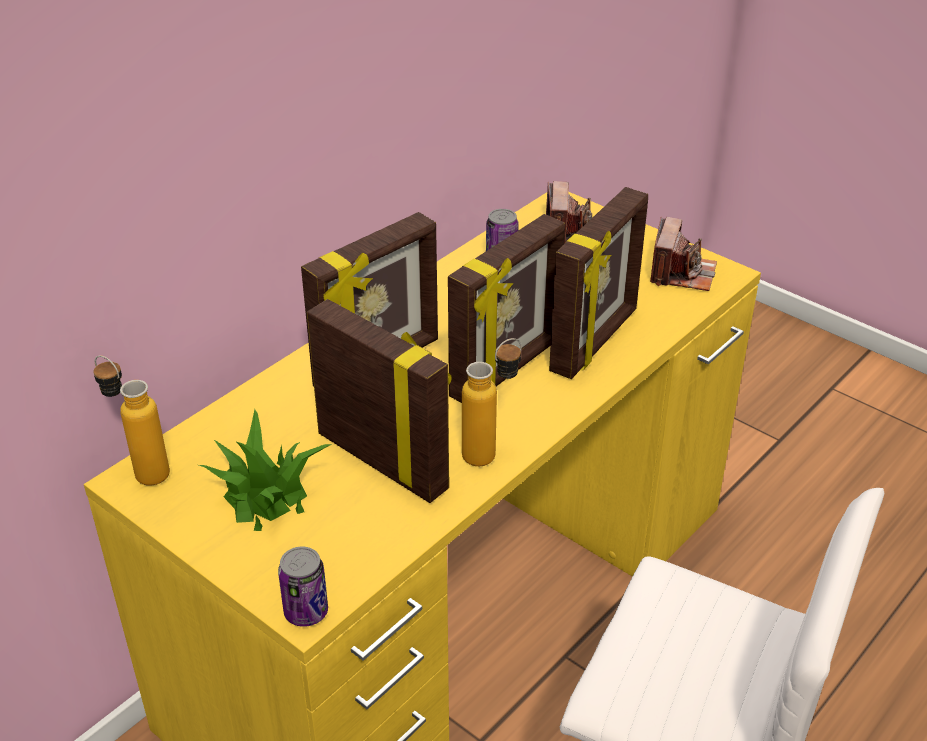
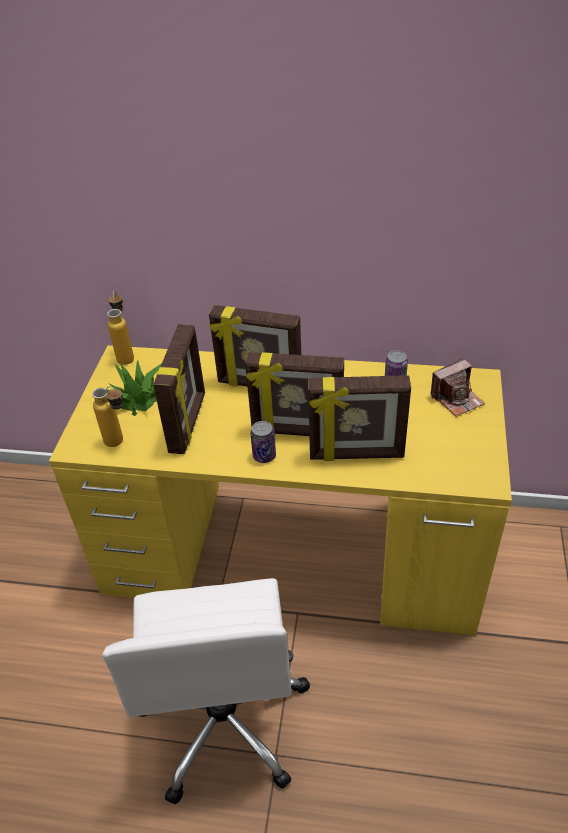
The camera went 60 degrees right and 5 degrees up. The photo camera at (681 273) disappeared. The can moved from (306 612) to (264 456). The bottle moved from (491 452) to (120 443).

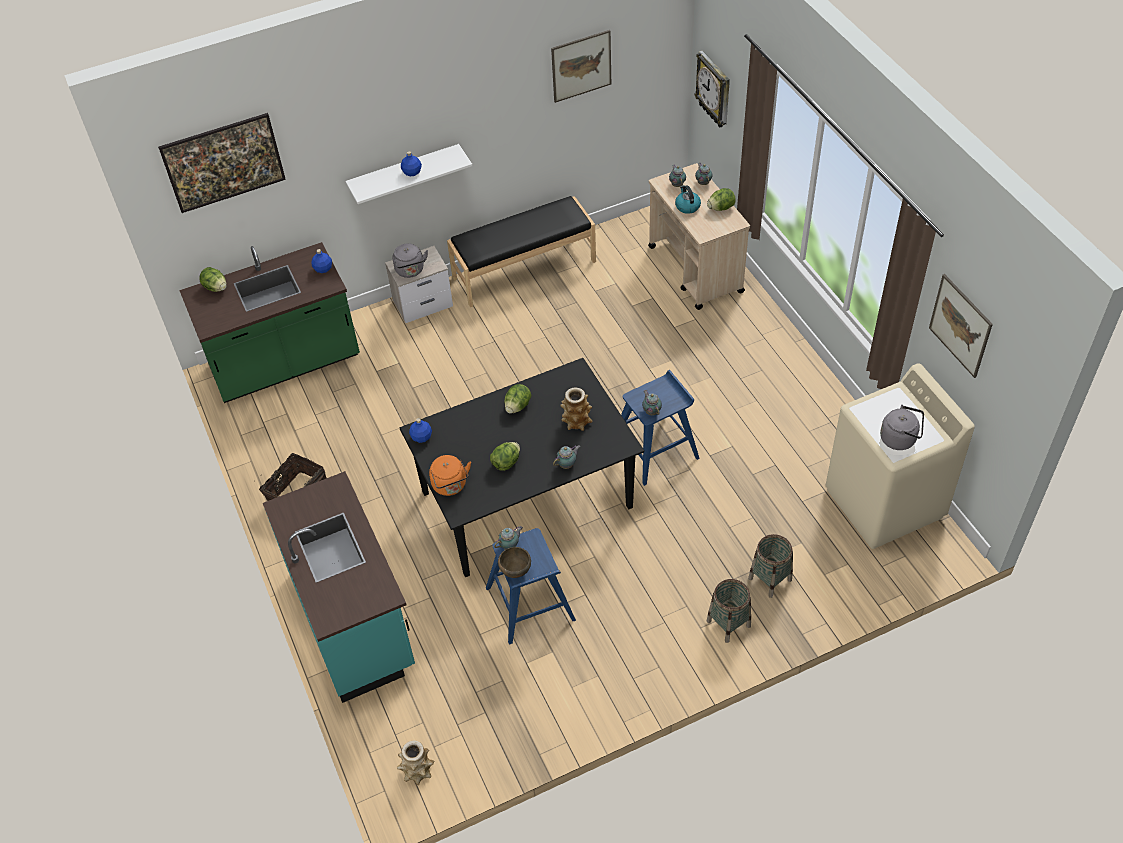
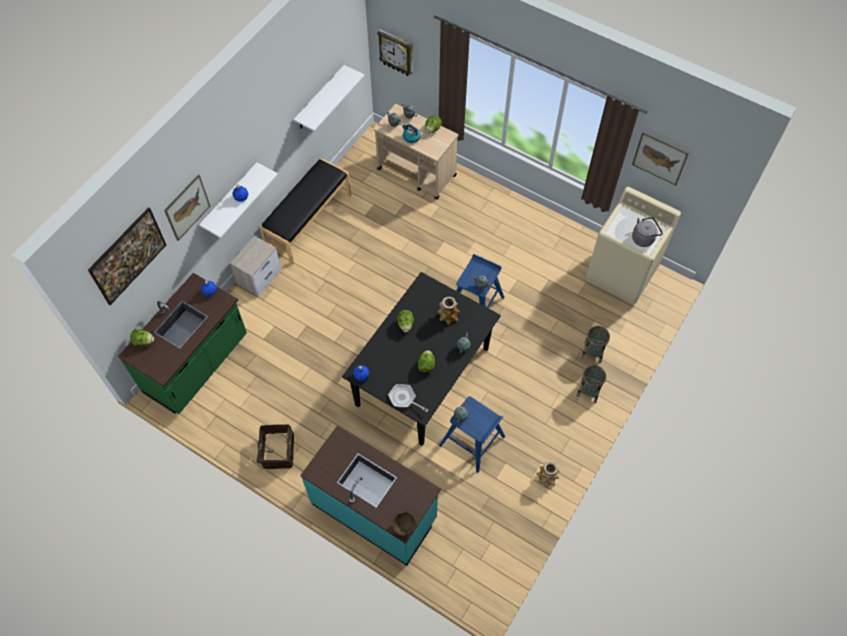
The camera went 35 degrees left and 10 degrees up. The grey kettle at (410 271) disappeared. The white shelf at (320 98) appeared. The vase moved from (417 770) to (546 478). The brown bowl moved from (515 571) to (404 528). The picture moved from (581 66) to (187 207). The orange kettle at (450 486) was replaced by the frying pan at (404 398).

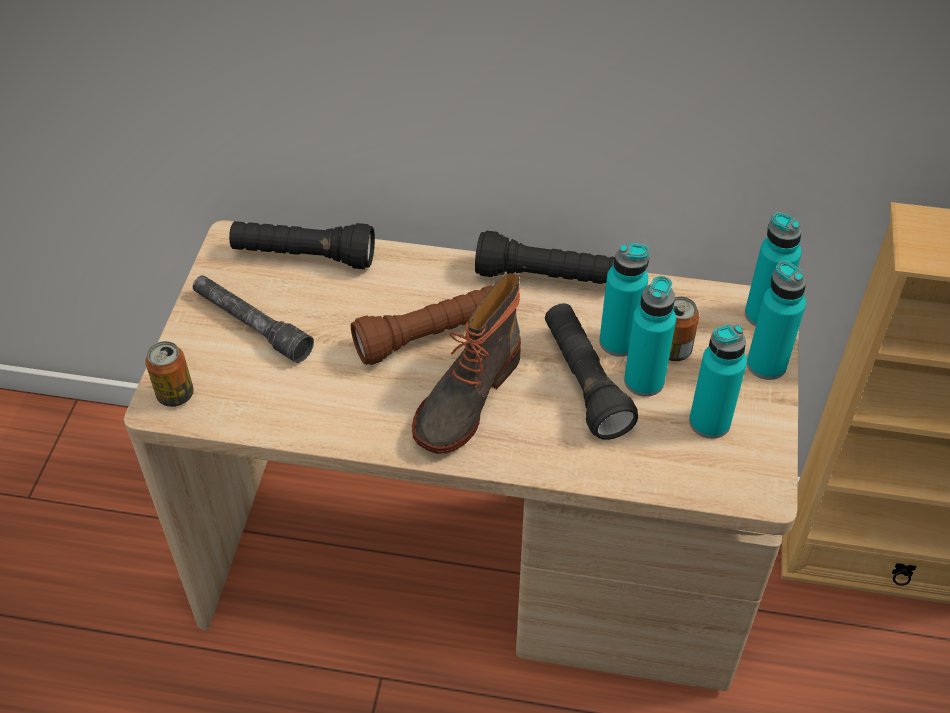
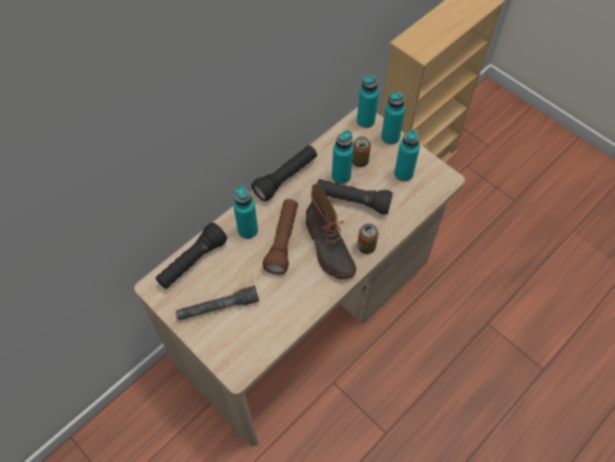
The camera went 55 degrees left and 10 degrees up. The can moved from (175 395) to (366 247). The turquoise bottle moved from (644 381) to (248 230).

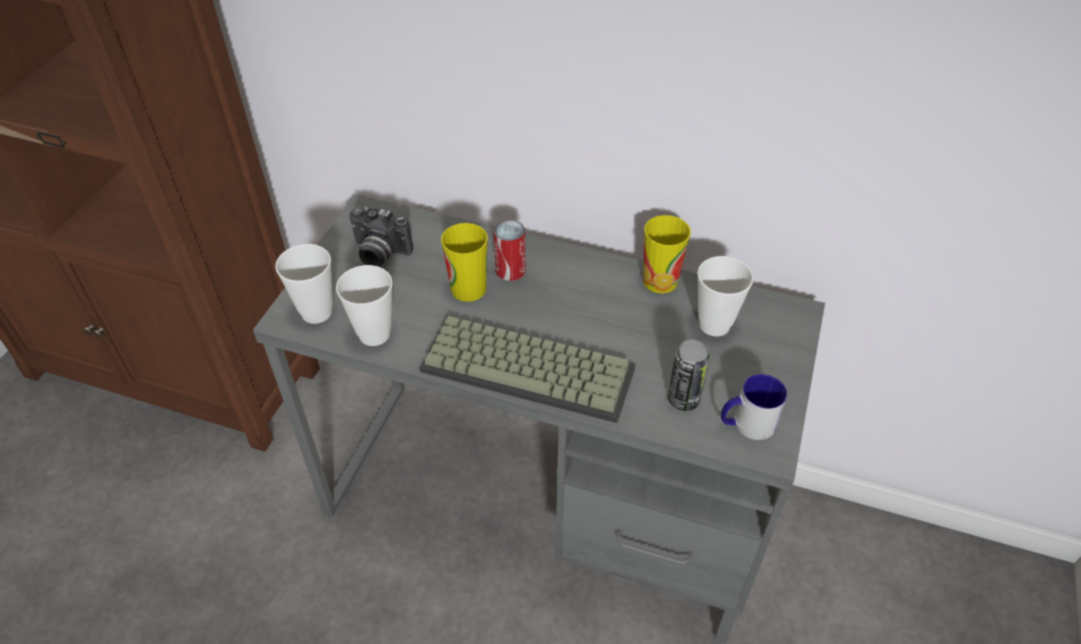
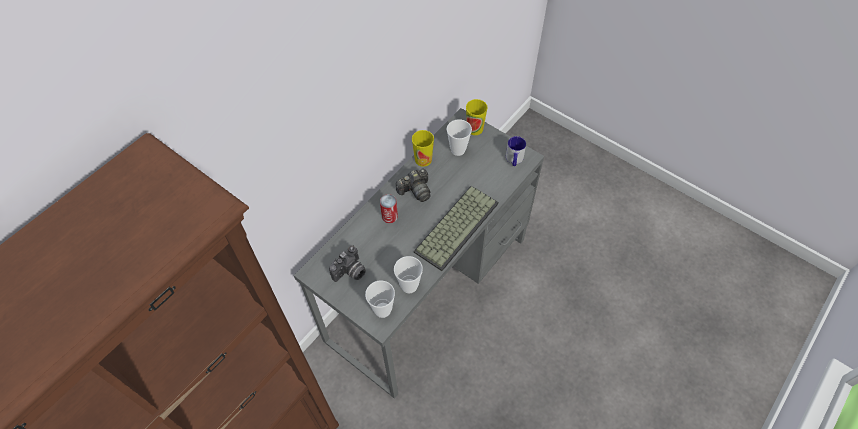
The camera went 70 degrees left and 10 degrees up. The can at (683 399) disappeared. The photo camera at (415 190) appeared. The cup moved from (468 289) to (475 129).

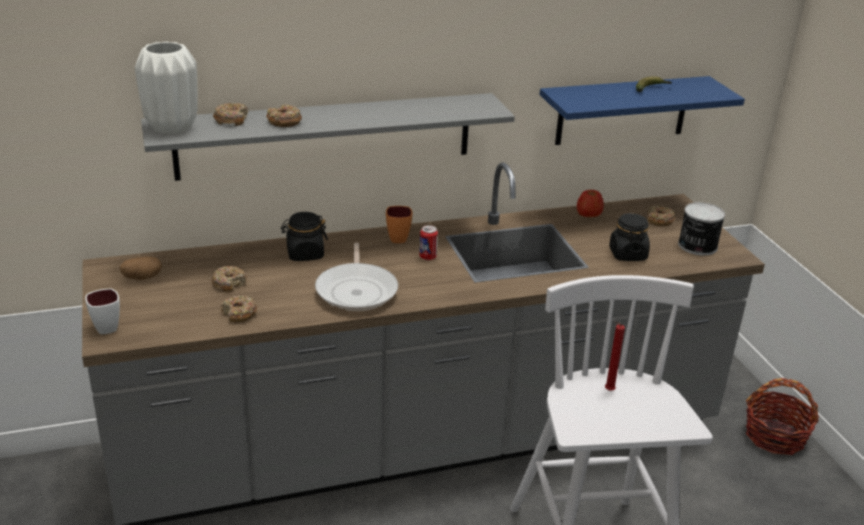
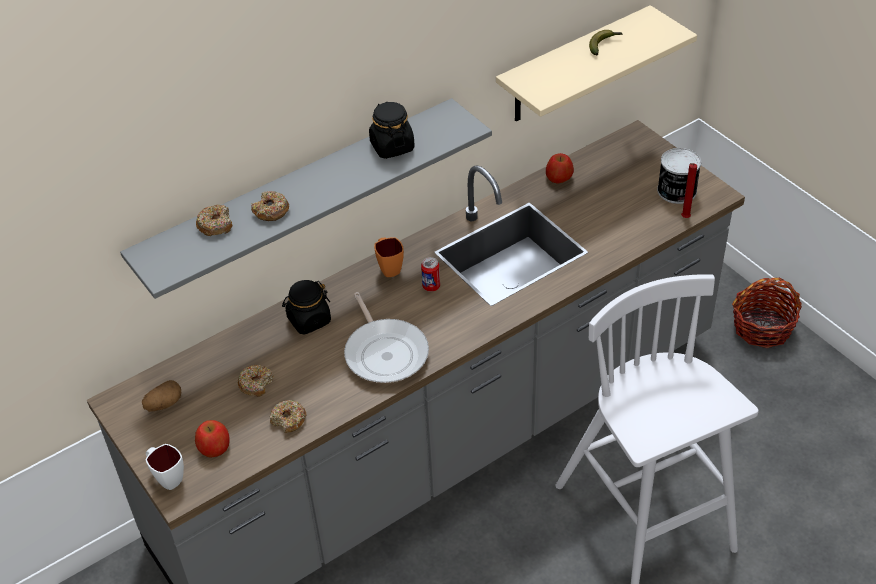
The camera went 15 degrees left and 15 degrees up. The white vase at (172 128) disappeared. The donut at (659 220) disappeared. The apple at (214 447) appeared. The red candle moved from (608 391) to (684 218). The black jar moved from (627 254) to (392 146). The blue shelf at (622 110) became the beige shelf at (573 66).

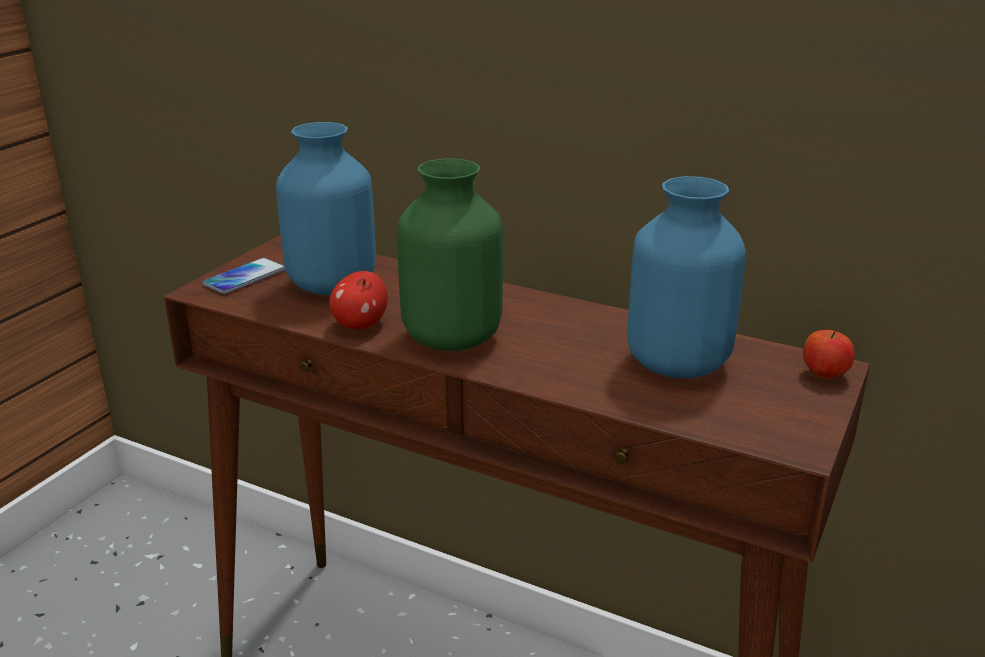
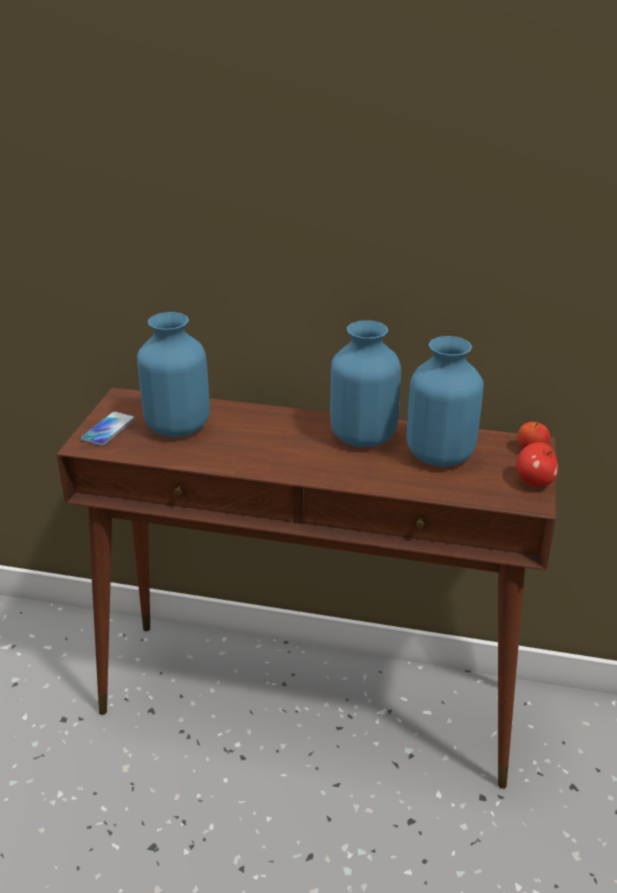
The camera went 15 degrees left and 5 degrees up. The green vase at (450 337) disappeared. The blue vase at (363 436) appeared. The apple moved from (360 325) to (535 482).

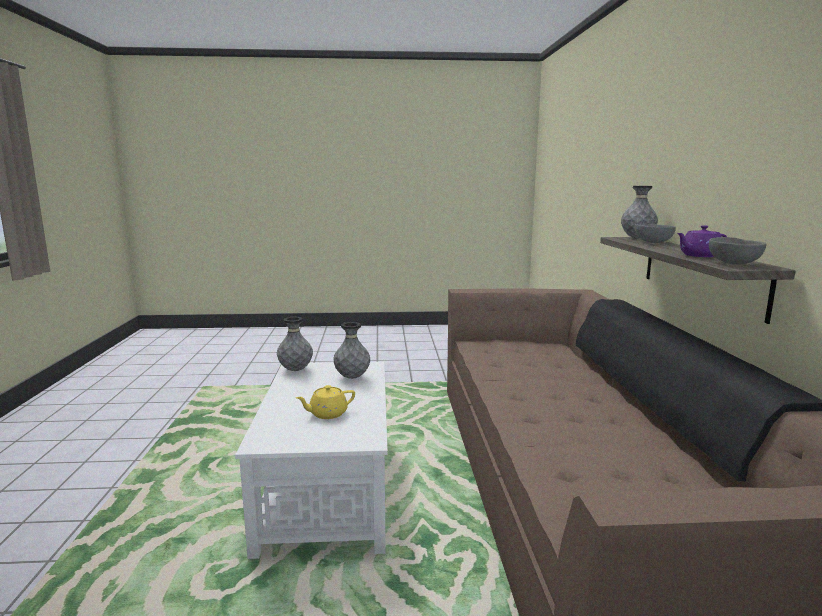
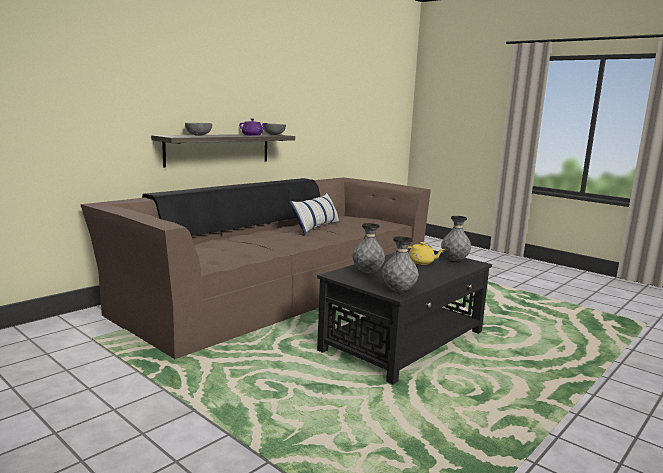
The camera went 135 degrees left and 0 degrees up. The pillow at (316 227) appeared. The grey vase moved from (637 238) to (454 260). The white coffee table at (327 488) became the black coffee table at (404 341).

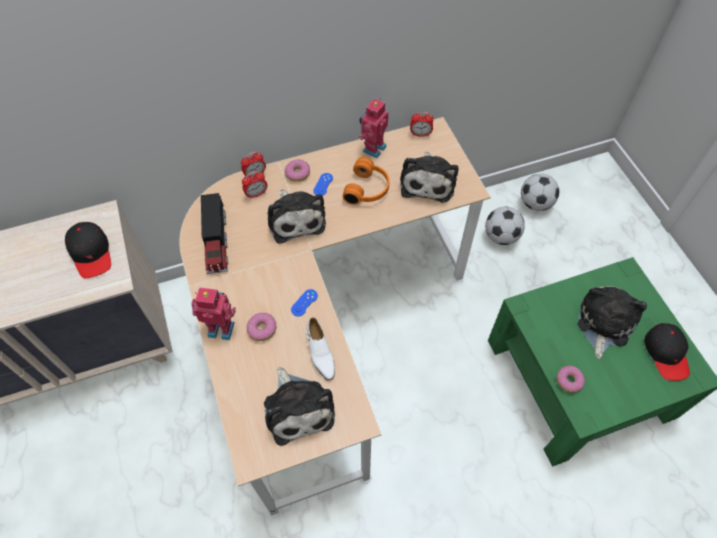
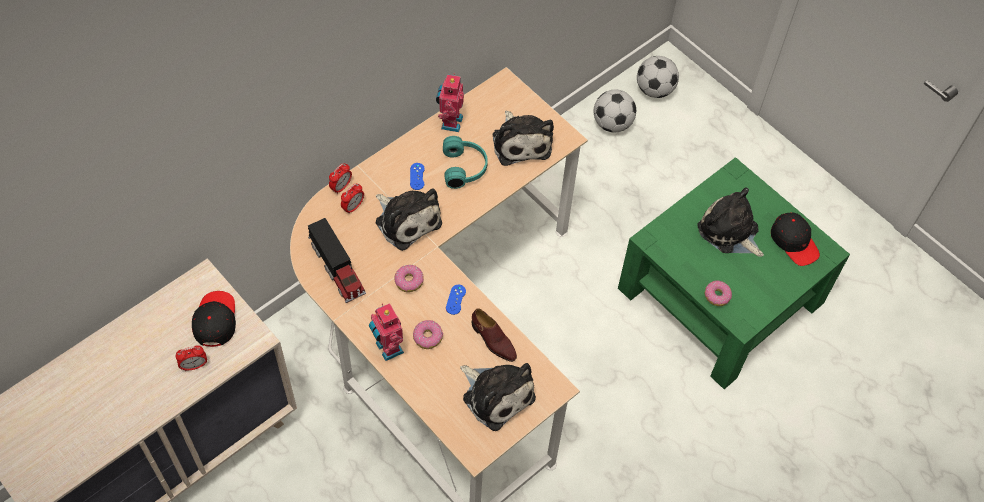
The camera went 25 degrees left and 0 degrees up. The donut moved from (297 173) to (409 281). The alarm clock moved from (420 134) to (194 366). The football moved from (501 236) to (654 90). The white shoe at (320 353) became the brown shoe at (493 340). The orange headphones at (368 189) became the turquoise headphones at (465 167). The black cap at (91 253) turned 135 degrees counterclockwise. The toy robot at (221 327) turned 105 degrees counterclockwise. The plush toy at (603 324) turned 45 degrees counterclockwise.

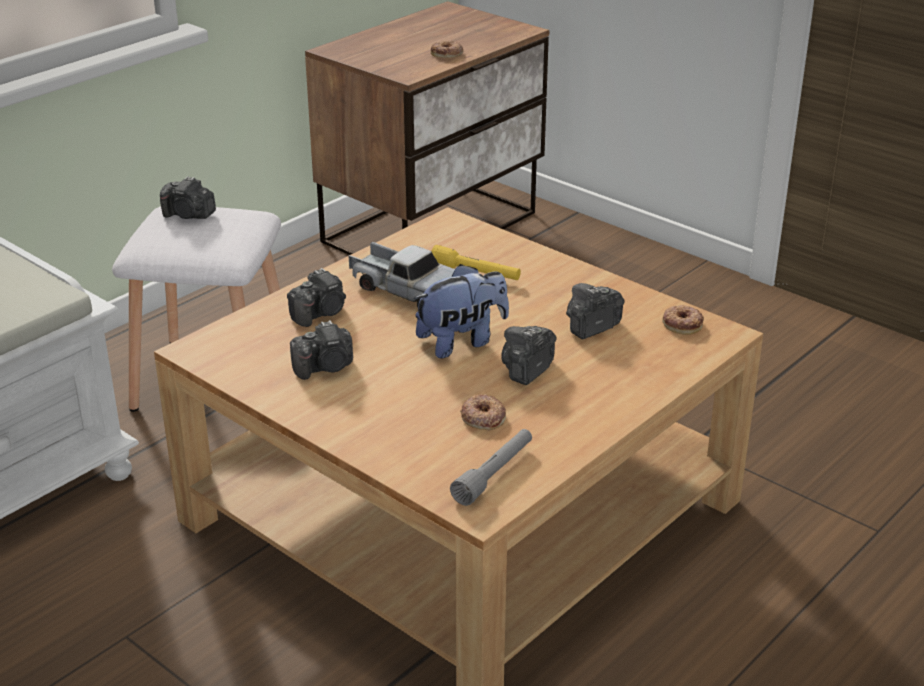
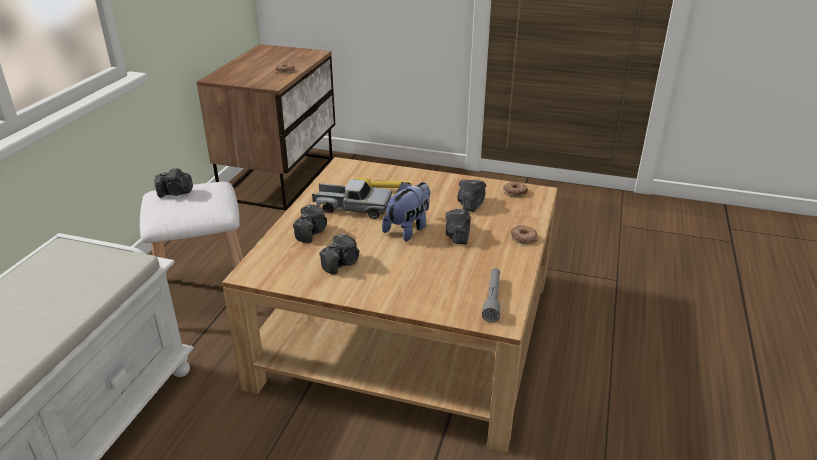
The camera went 25 degrees left and 0 degrees up. The donut moved from (483 417) to (523 238).

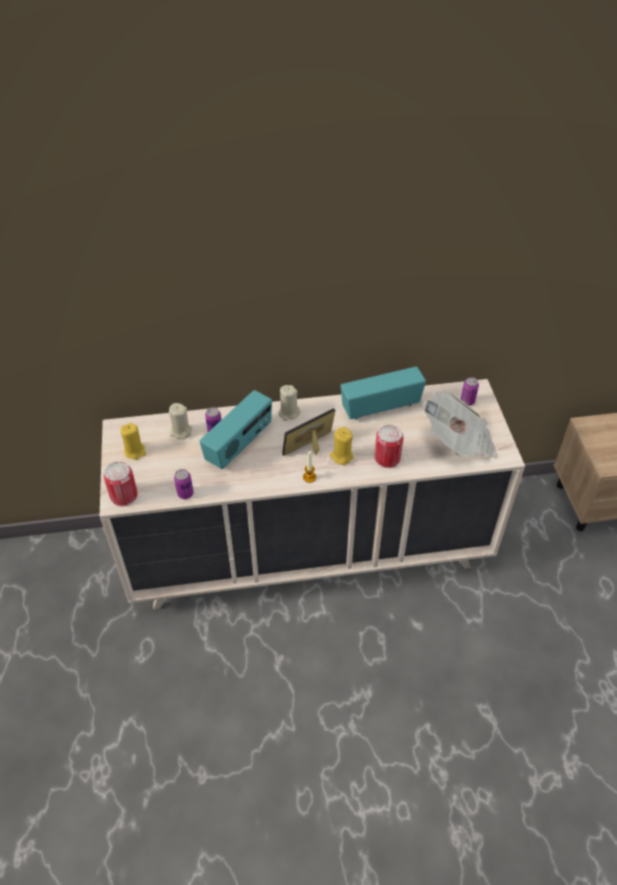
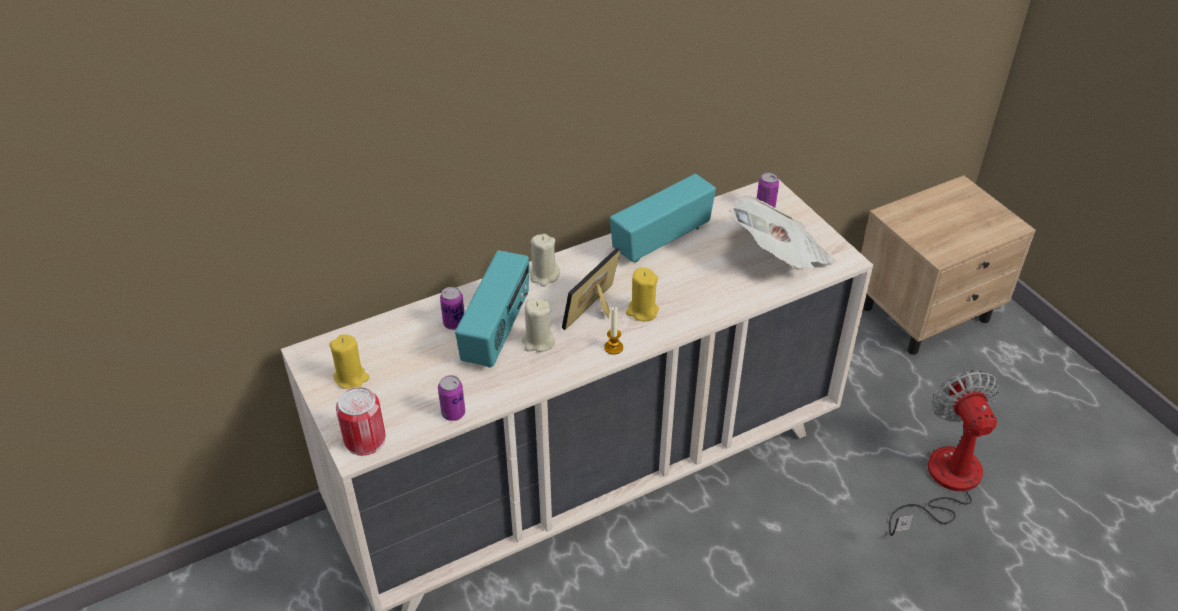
The camera went 20 degrees left and 5 degrees down. The can at (387 458) disappeared. The fan at (944 482) appeared. The beige candle moved from (181 432) to (538 342).

